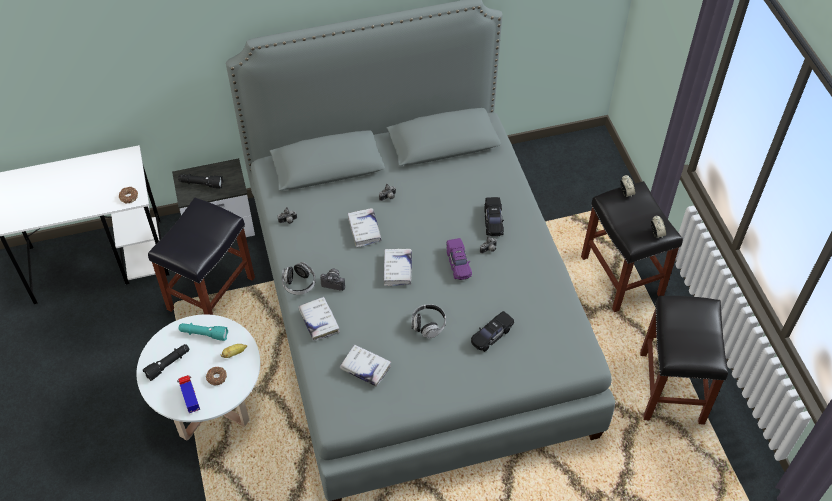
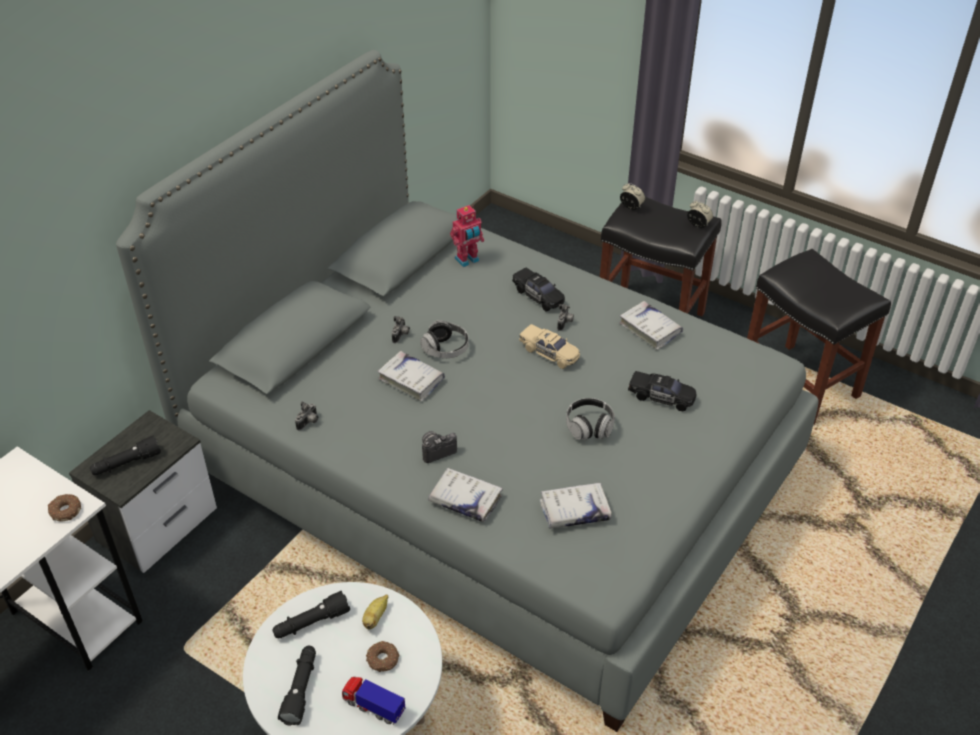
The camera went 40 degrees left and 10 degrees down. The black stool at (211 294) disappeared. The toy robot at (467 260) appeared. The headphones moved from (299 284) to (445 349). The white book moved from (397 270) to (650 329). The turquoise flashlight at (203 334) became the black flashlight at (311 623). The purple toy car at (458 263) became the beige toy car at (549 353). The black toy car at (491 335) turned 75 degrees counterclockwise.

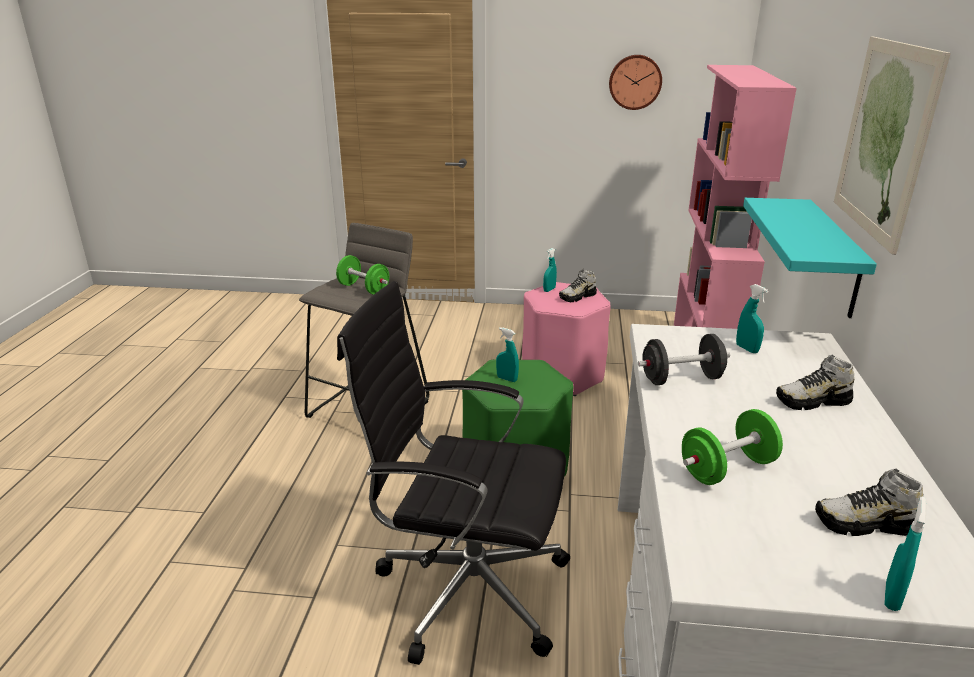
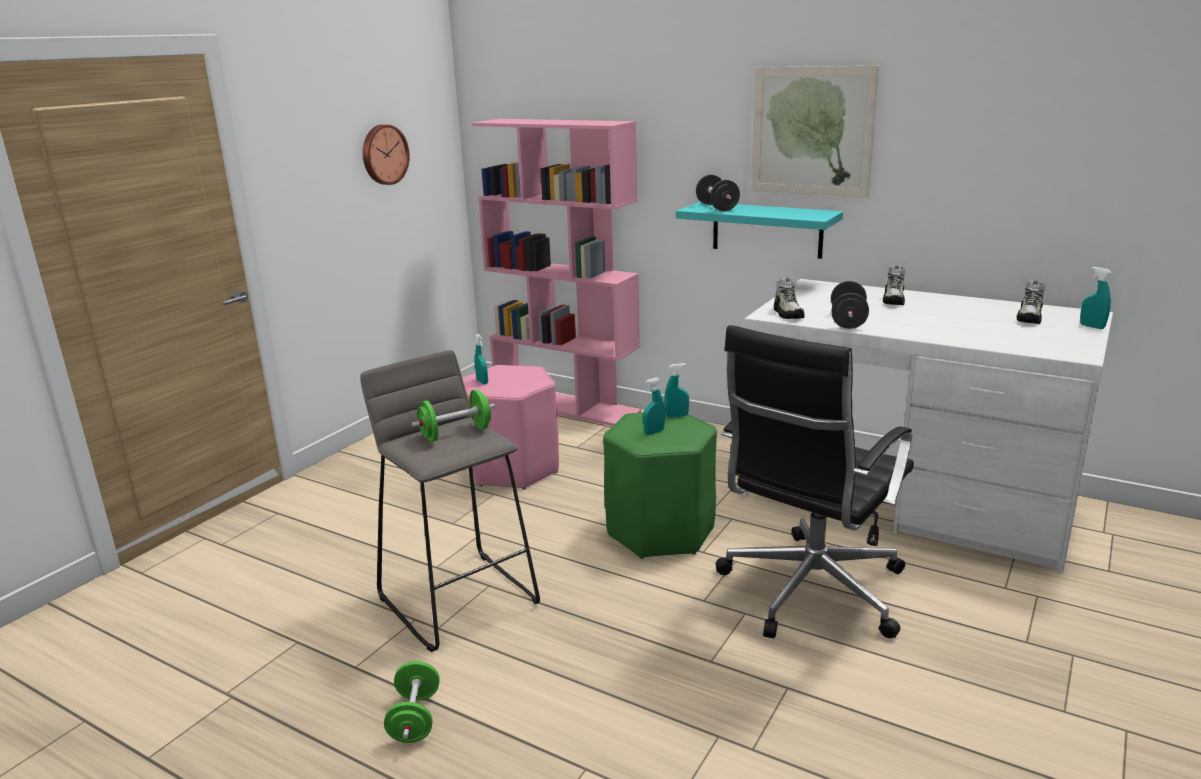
The camera went 65 degrees left and 5 degrees down. The black dumbbell at (717 207) appeared. The shoe moved from (577 297) to (788 314). The green dumbbell moved from (727 469) to (415 719). The turquoise spray bottle moved from (747 349) to (676 416).

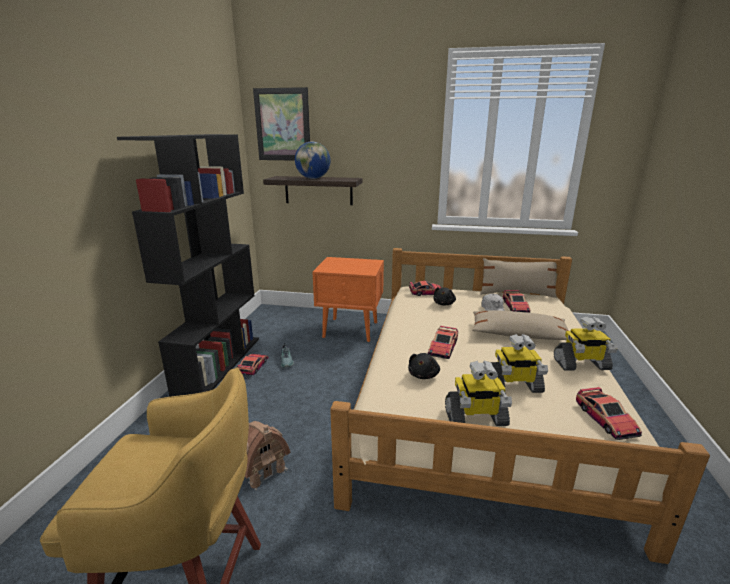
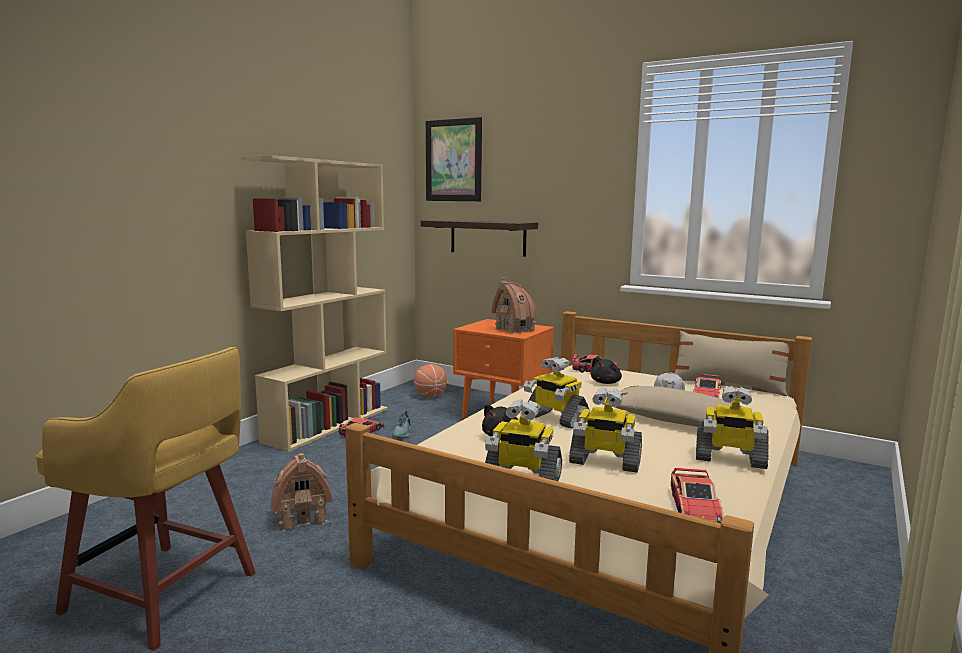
The camera went 20 degrees right and 10 degrees down. The globe at (313 178) disappeared. The basketball at (430 396) appeared. The toy house at (515 329) appeared. The toy car at (443 348) was replaced by the toy robot at (555 419). The black bookcase at (219 364) became the beige bookcase at (328 424).

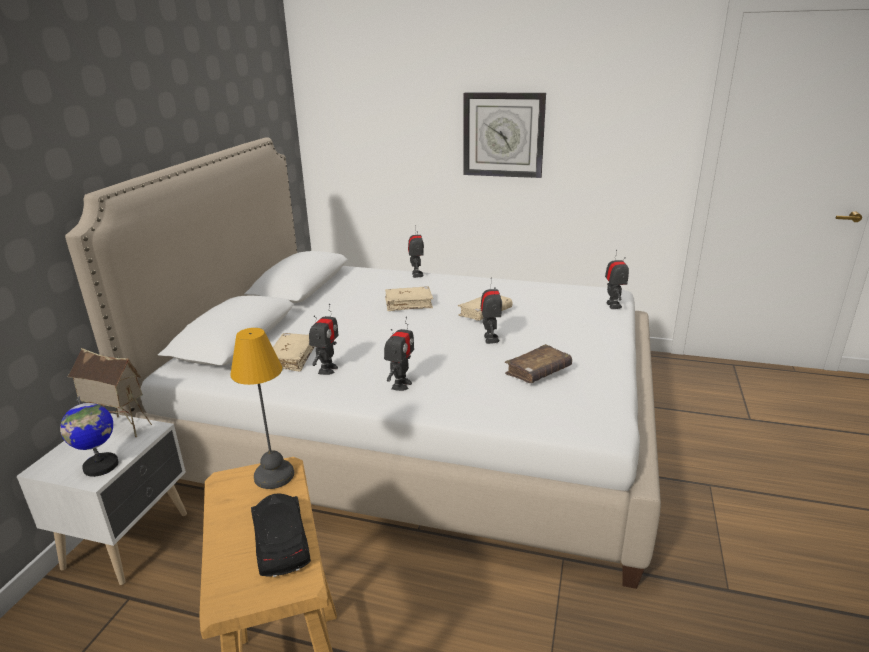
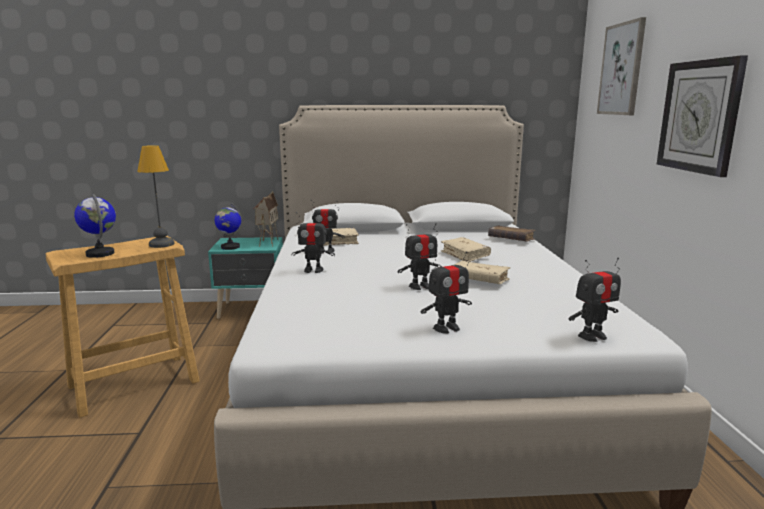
The camera went 70 degrees right and 10 degrees down. The picture at (621 69) appeared. The toy robot moved from (416 274) to (446 328). The brown book moved from (538 372) to (511 239). The black toy car at (281 541) was replaced by the globe at (100 253). The white nightstand at (130 539) became the turquoise nightstand at (252 310).

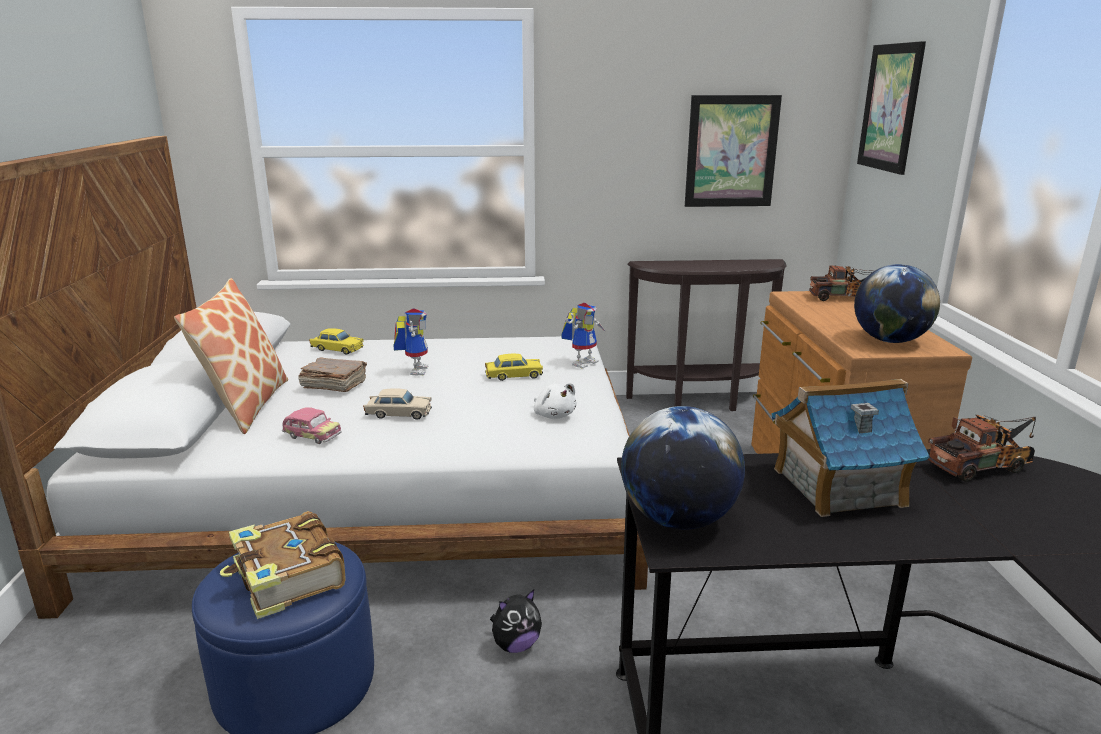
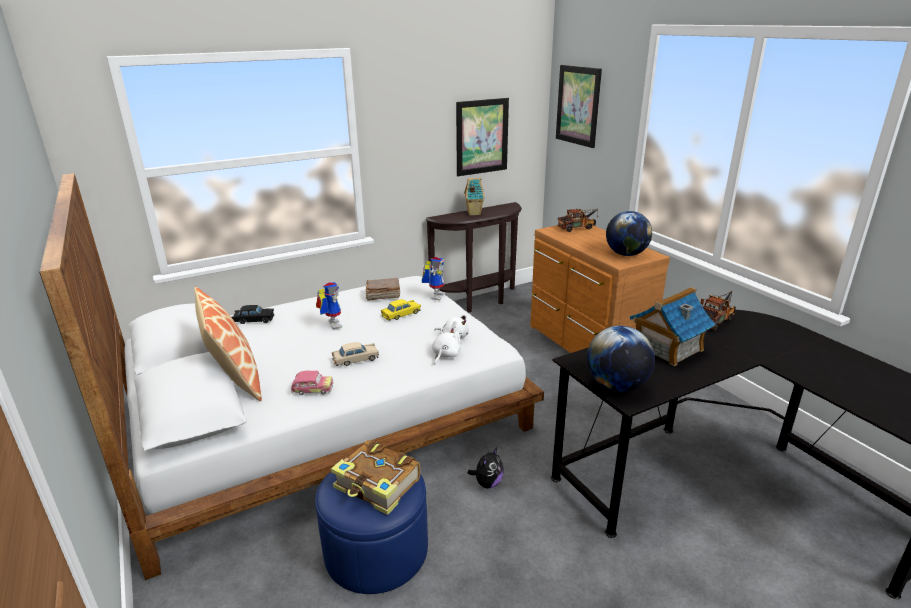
The camera went 25 degrees left and 5 degrees up. The white plush toy at (445 355) appeared. The toy house at (473 213) appeared. The brown book moved from (333 385) to (382 295). The yellow toy car at (337 349) became the black toy car at (254 320).

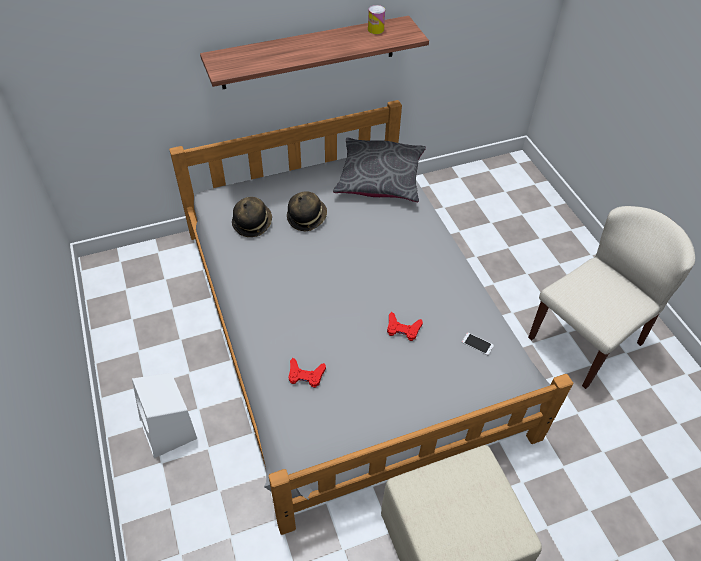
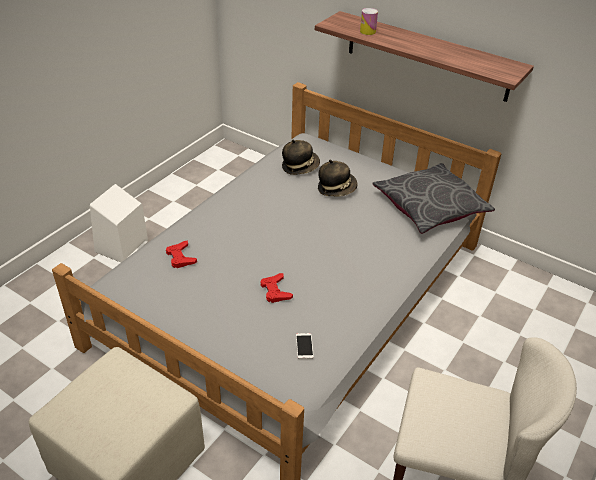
The camera went 55 degrees right and 10 degrees down. The can moved from (375 29) to (367 31).

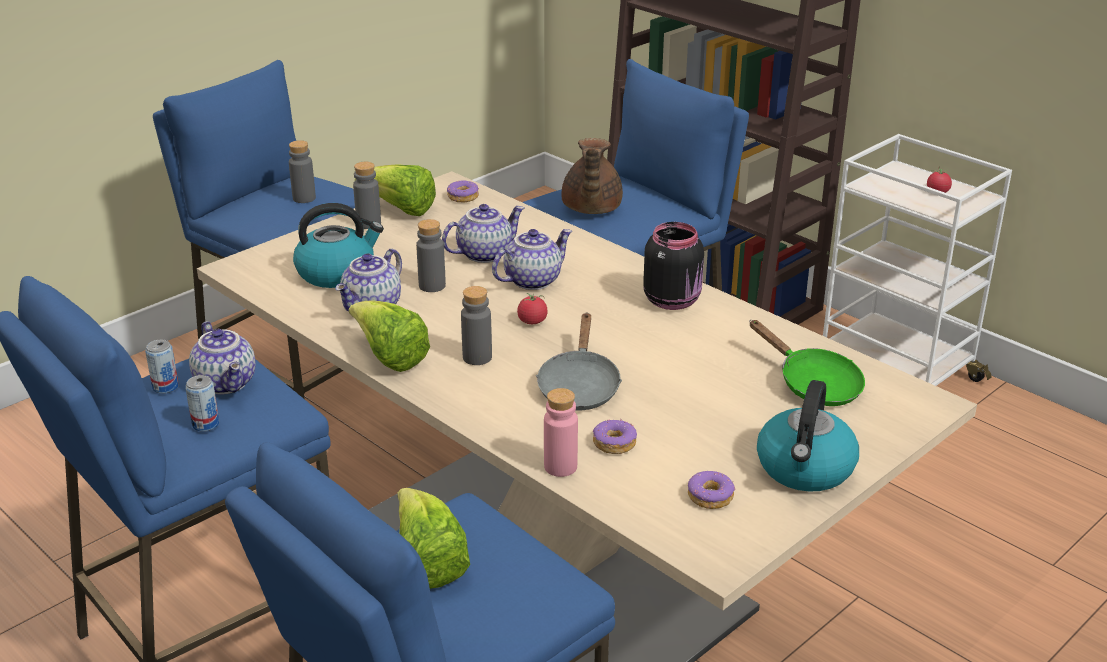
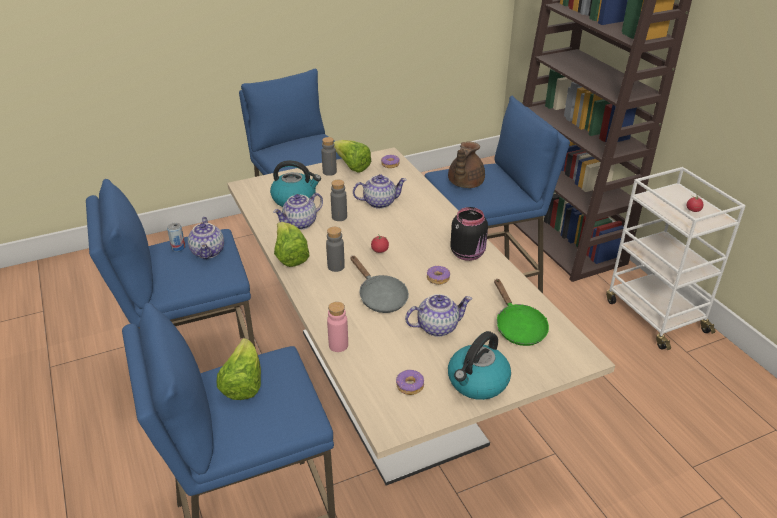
The camera went 20 degrees right and 5 degrees up. The can at (205 424) disappeared. The grey bottle at (304 198) disappeared. The teapot moved from (532 280) to (437 327). The donut moved from (614 443) to (437 278). The grey frying pan at (579 386) turned 60 degrees counterclockwise.

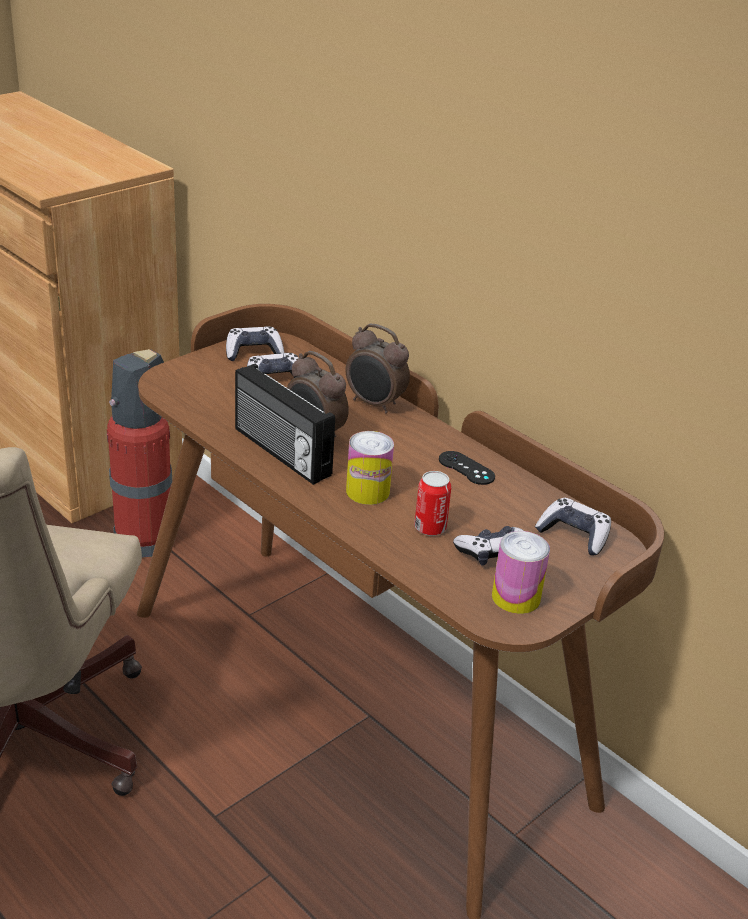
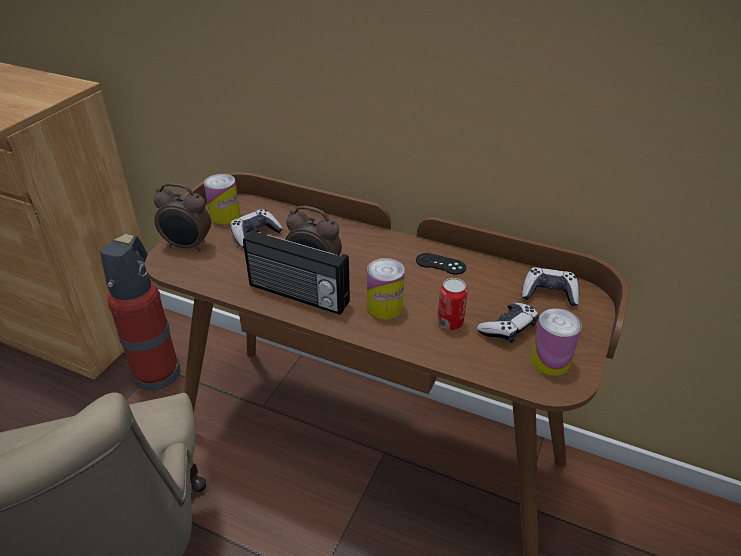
The camera went 20 degrees left and 5 degrees up. The alarm clock moved from (374 404) to (188 246). The game controller at (254 352) was replaced by the can at (225 216).

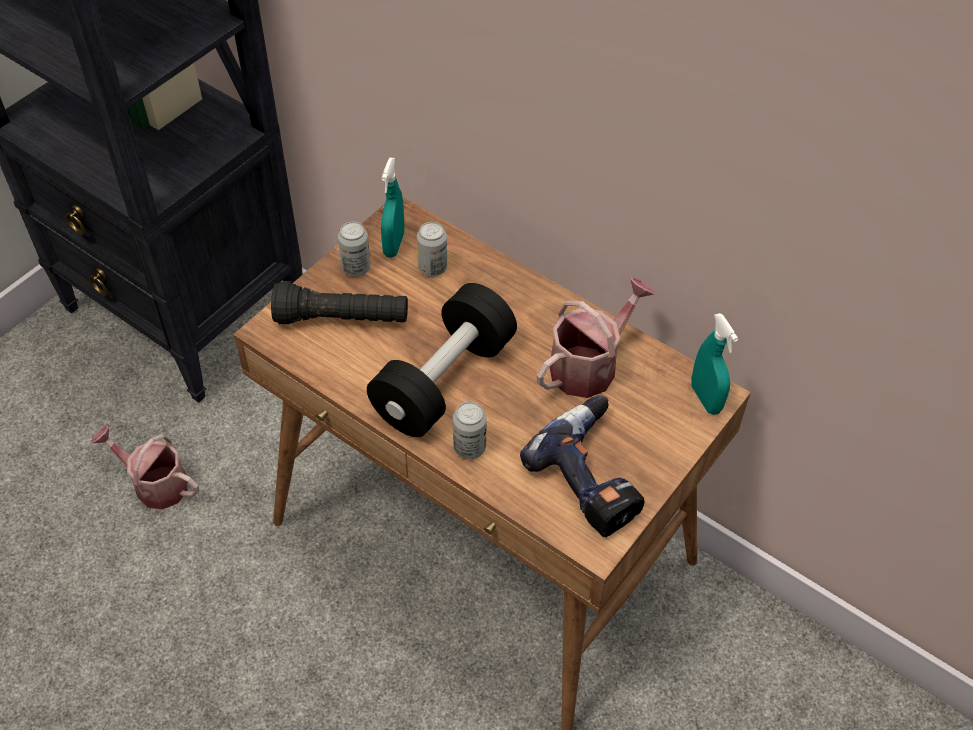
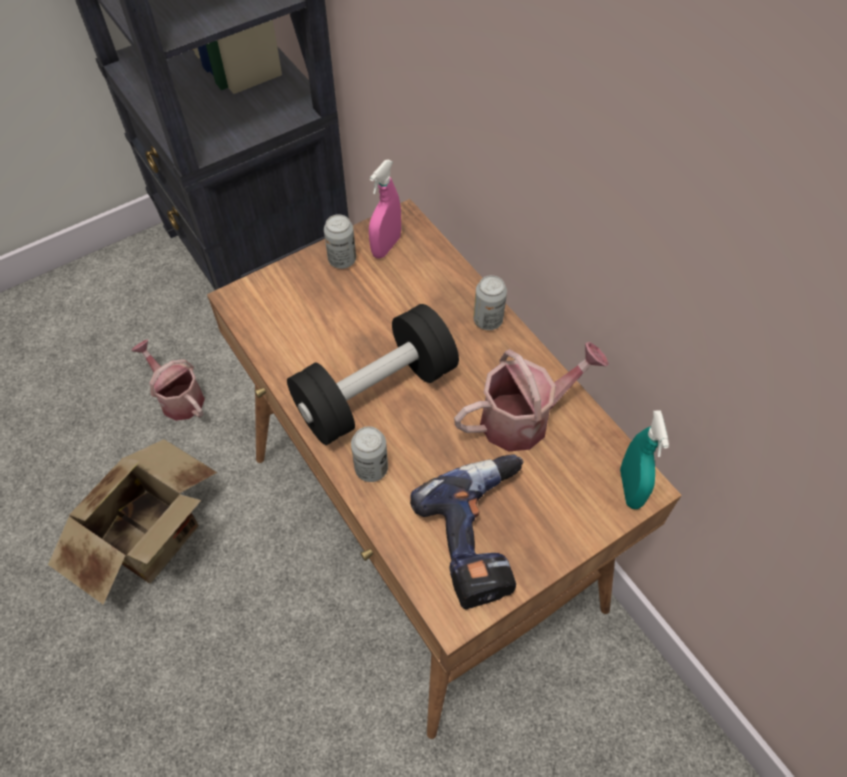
The camera went 20 degrees right and 5 degrees up. The black flashlight at (342 319) disappeared. The cardboard box at (157 539) appeared. The can moved from (432 268) to (488 320). The turquoise spray bottle at (394 244) became the pink spray bottle at (386 246).

